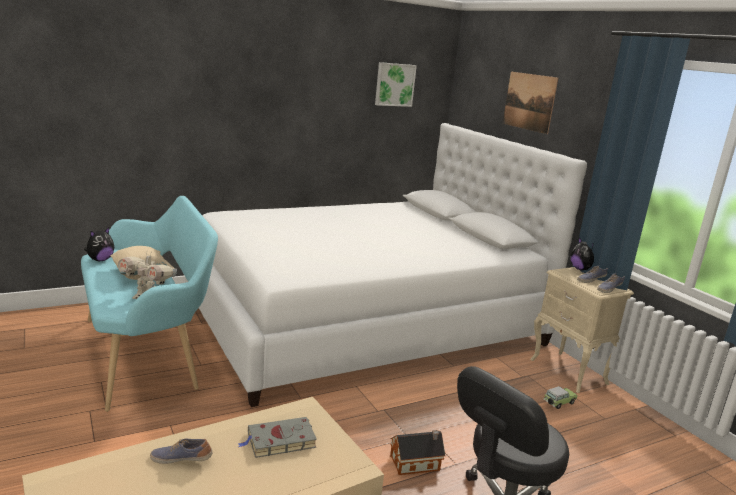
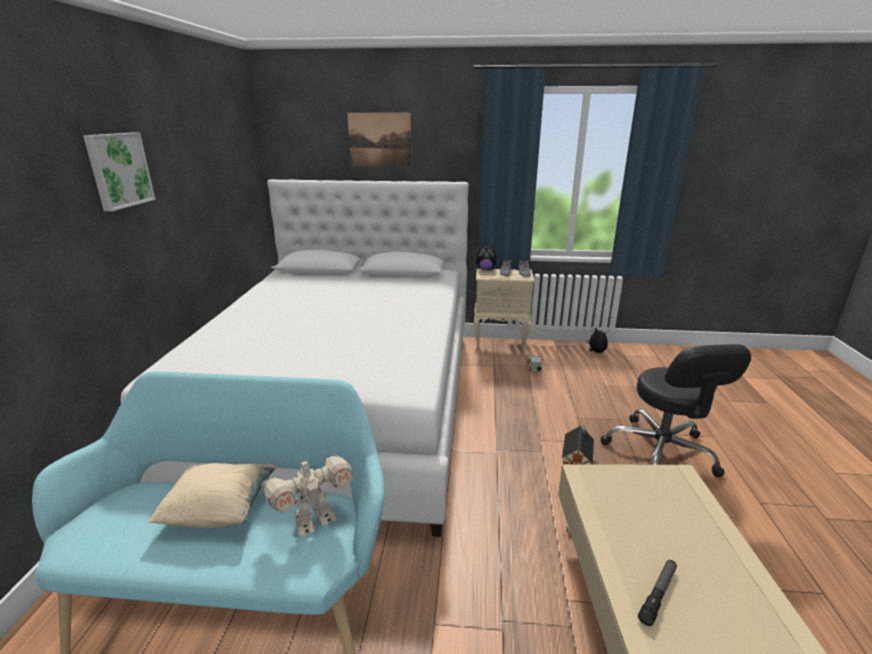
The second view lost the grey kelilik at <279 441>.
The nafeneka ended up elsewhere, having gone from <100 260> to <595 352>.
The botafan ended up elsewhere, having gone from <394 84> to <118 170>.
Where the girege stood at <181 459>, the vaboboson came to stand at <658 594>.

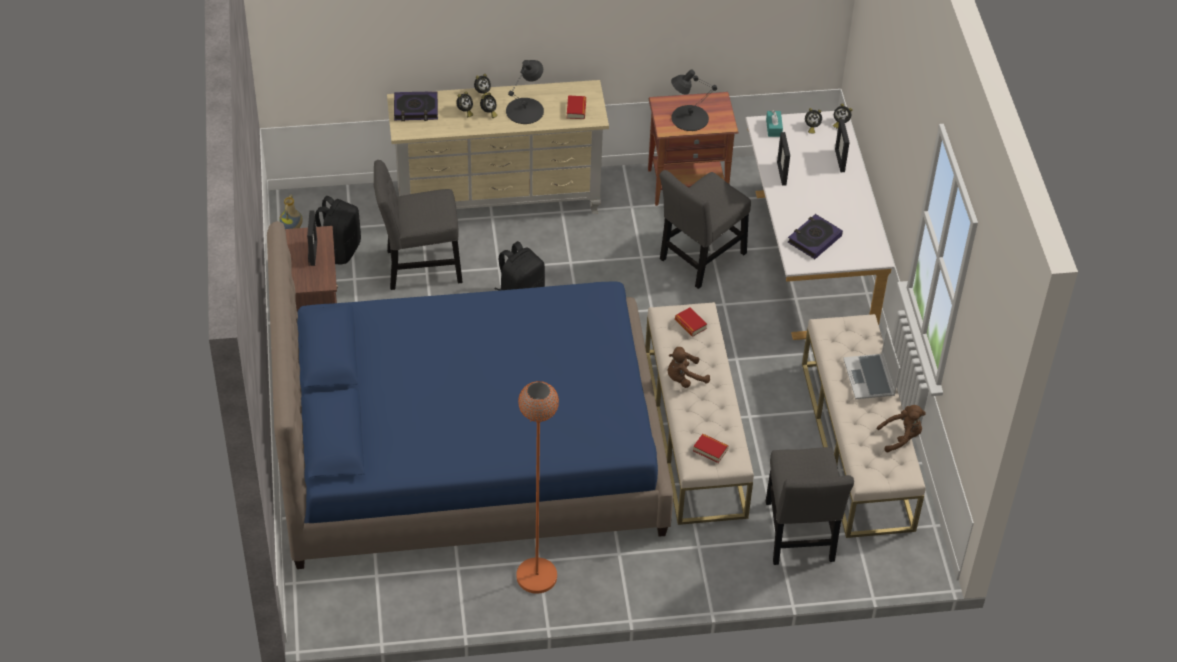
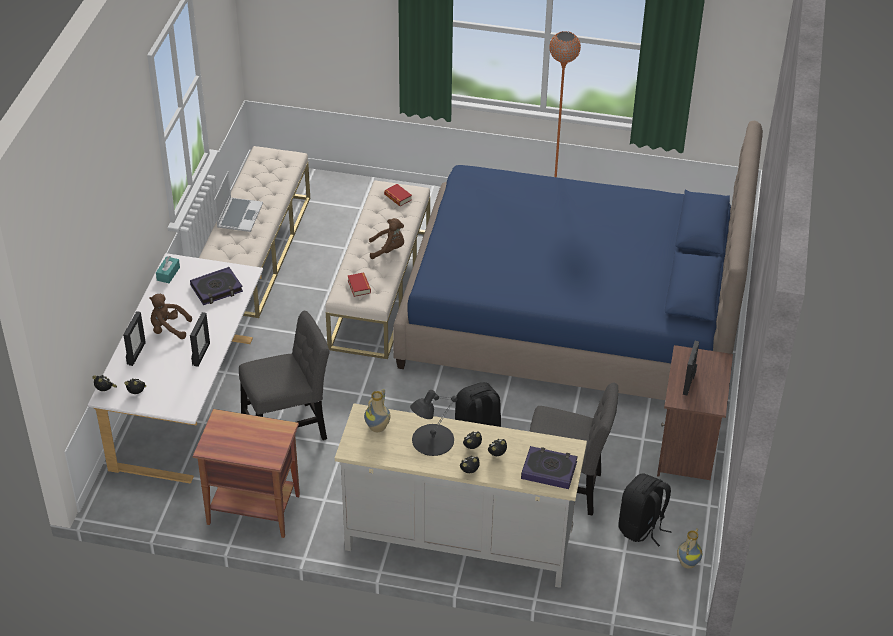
The second view lost the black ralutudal at <689 118>.
The second view lost the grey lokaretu at <799 535>.
The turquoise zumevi ended up elsewhere, having gone from <773 128> to <168 274>.
The brown nafeneka ended up elsewhere, having gone from <901 437> to <168 329>.
Where the kelilik stood at <576 110>, the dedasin came to stand at <378 428>.

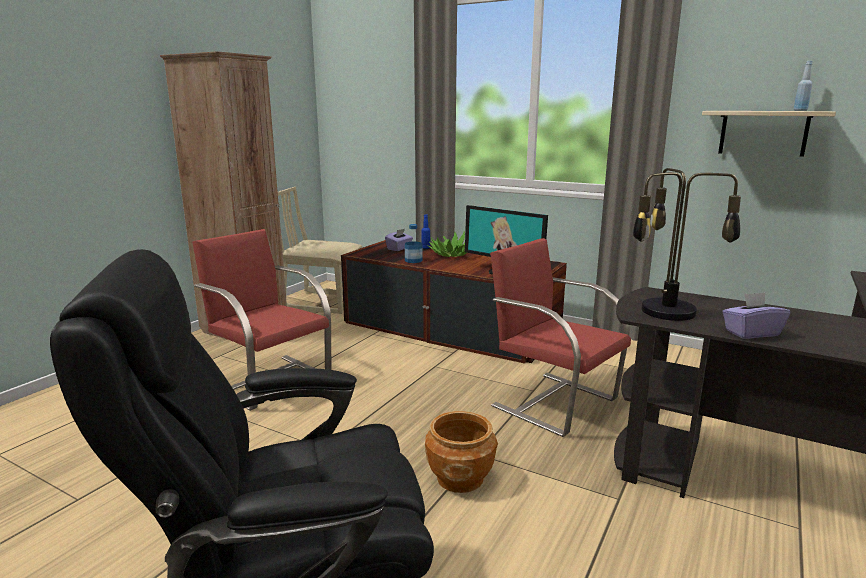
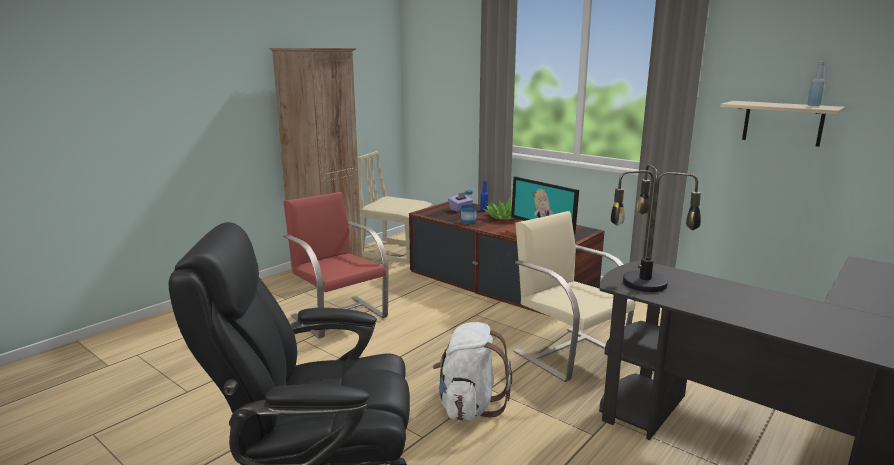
The second view lost the purple zumevi at <751 333>.
Where the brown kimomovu stood at <460 478>, the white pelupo came to stand at <469 405>.
What was the red lokaretu at <553 401> turned into the beige lokaretu at <568 352>.

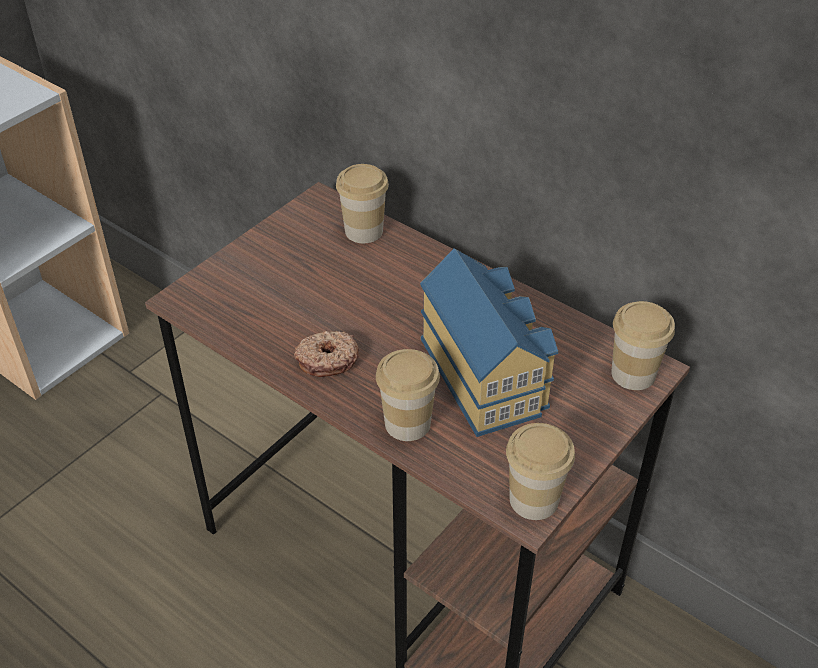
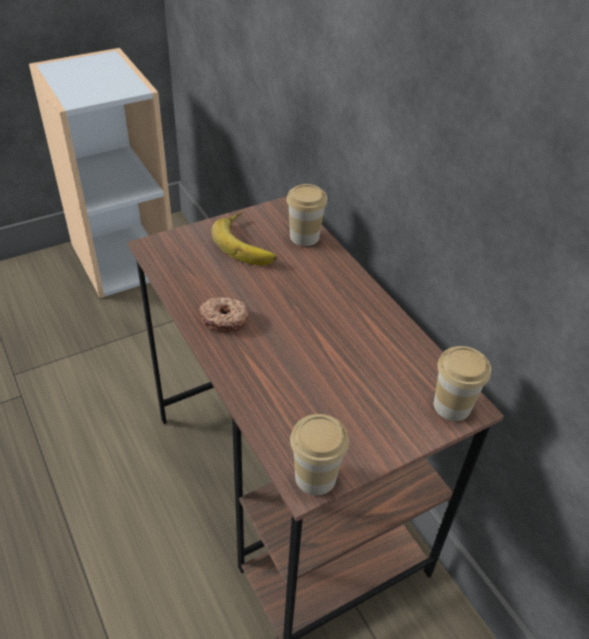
The second view lost the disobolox at <407 423>.
The second view lost the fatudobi at <486 373>.
The second view gained the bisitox at <248 243>.

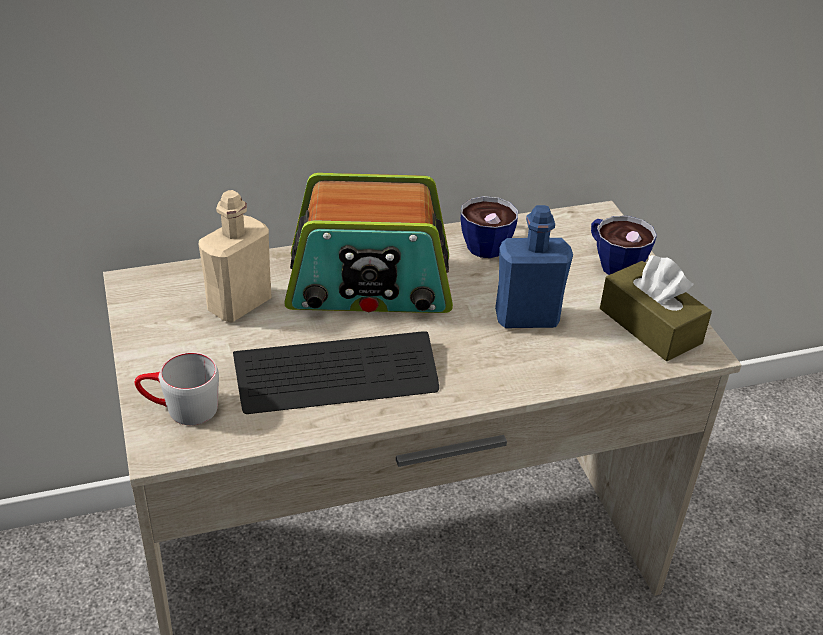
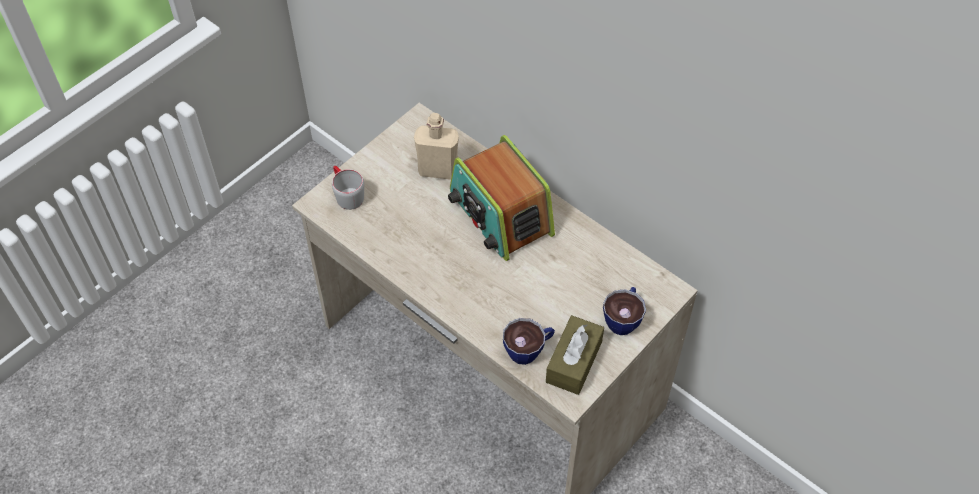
The second view lost the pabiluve at <337 376>.
The second view lost the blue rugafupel at <526 318>.
The disobolox ended up elsewhere, having gone from <486 242> to <529 350>.

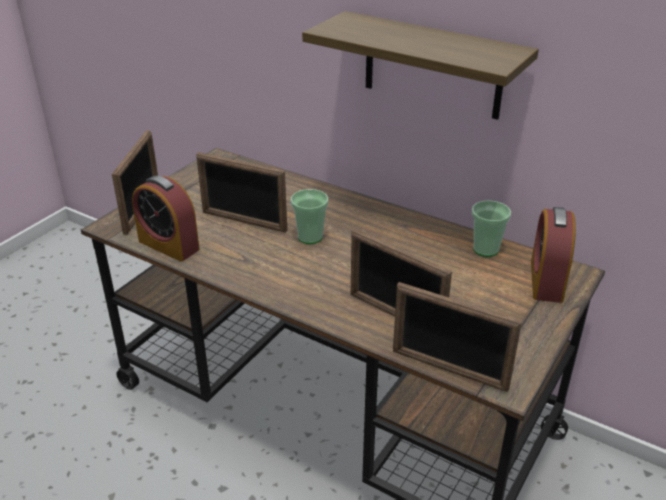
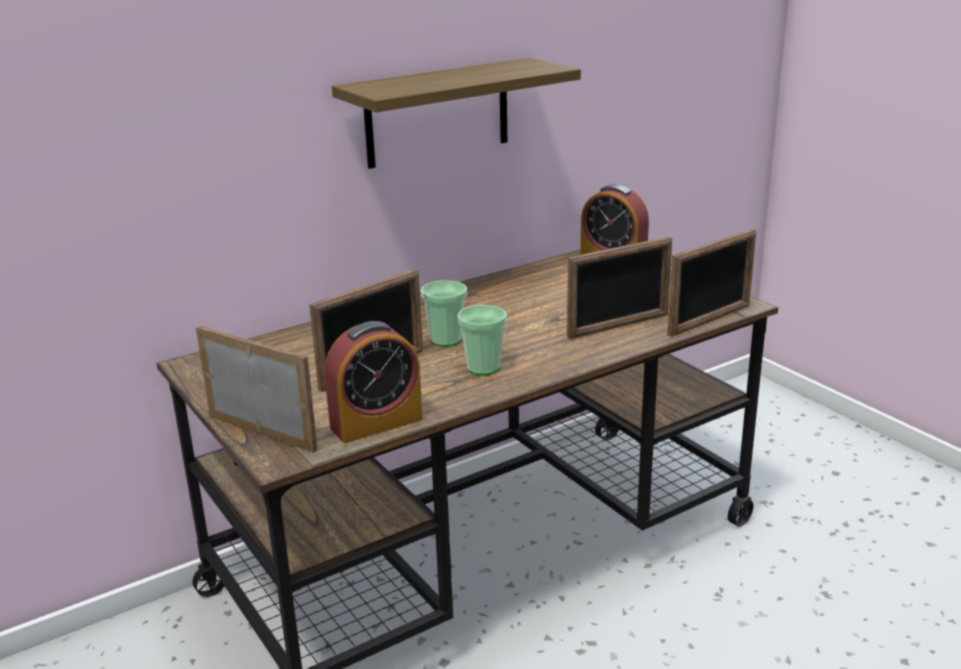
The disobolox ended up elsewhere, having gone from <485 249> to <483 368>.

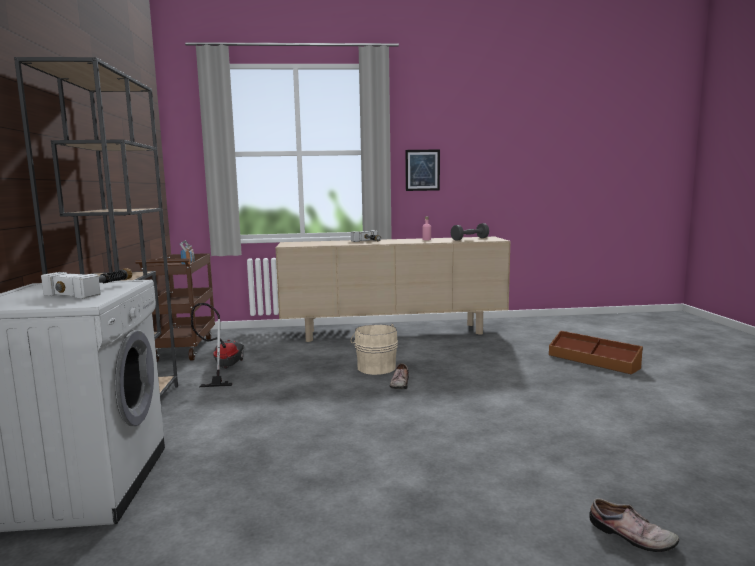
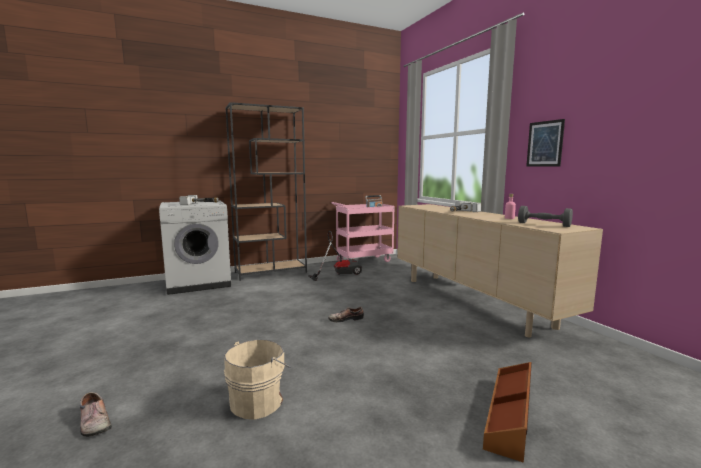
The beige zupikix ended up elsewhere, having gone from <375 367> to <259 401>.
What was the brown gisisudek at <184 350> turned into the pink gisisudek at <362 261>.
The girege at <631 536> ended up facing another way, 60 degrees counterclockwise from before.

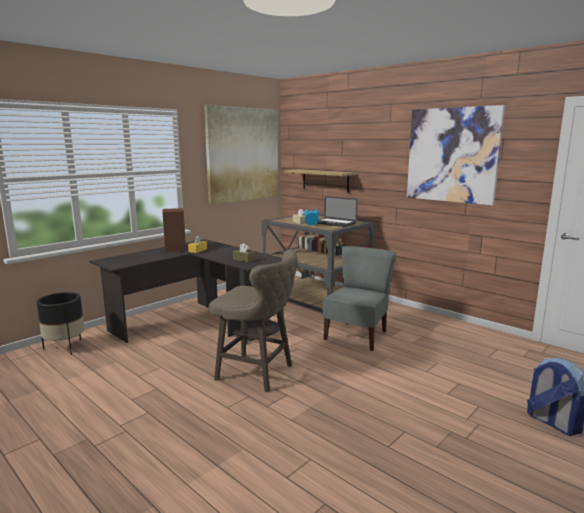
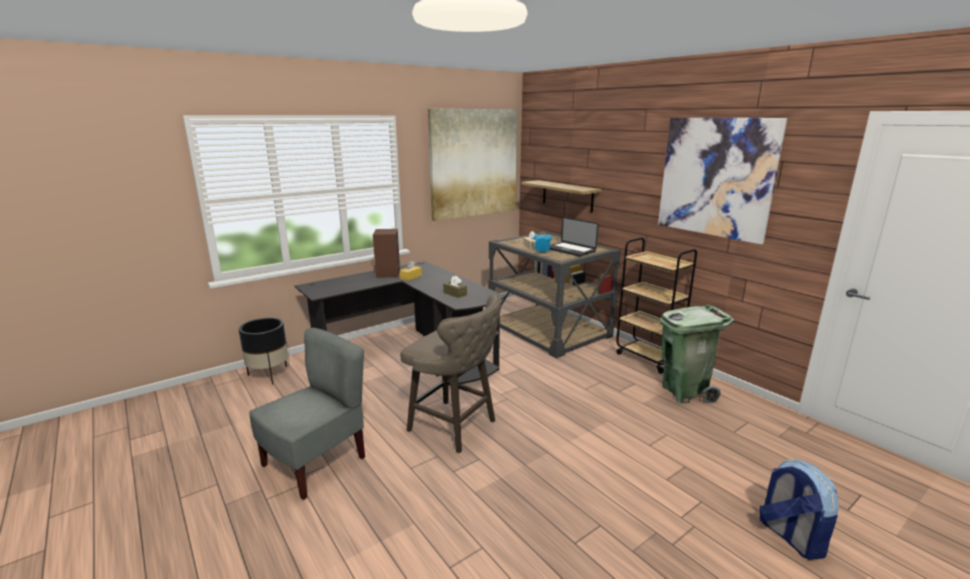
The second view gained the brown gisisudek at <648 359>.
The second view gained the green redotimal at <685 392>.
The grey lokaretu ended up elsewhere, having gone from <357 336> to <315 463>.

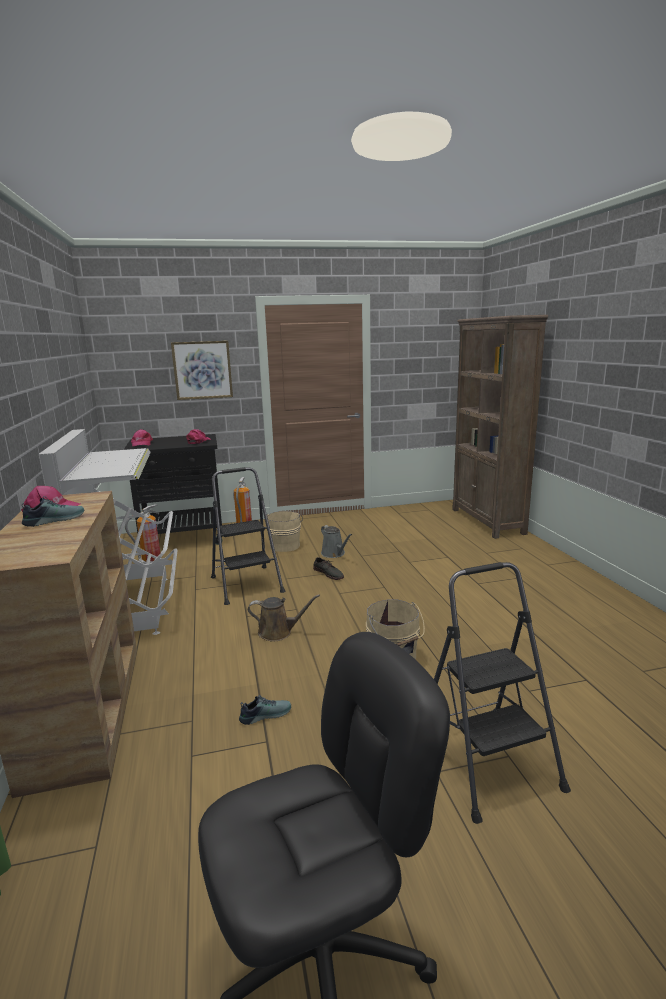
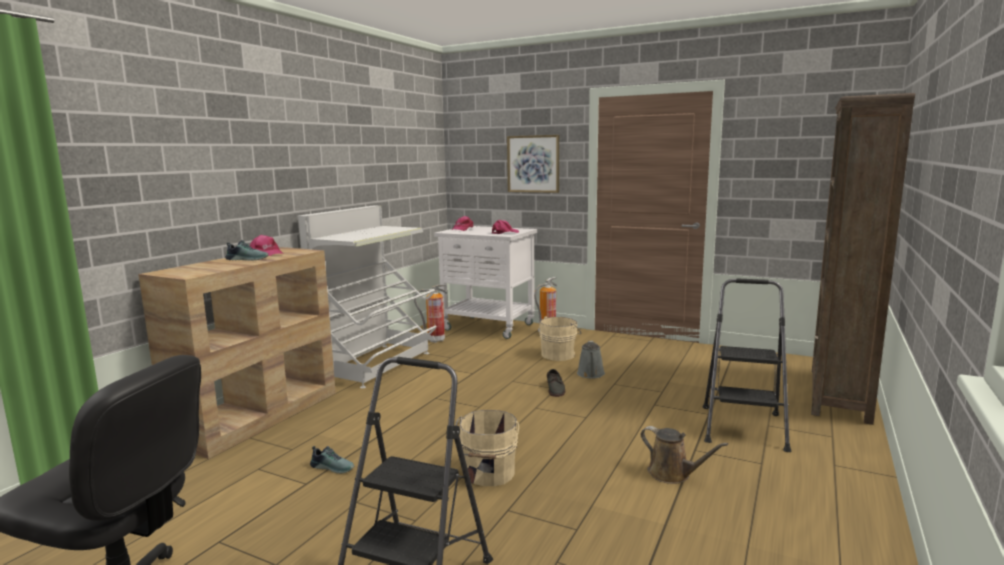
The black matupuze ended up elsewhere, having gone from <246 583> to <743 425>.
The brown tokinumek ended up elsewhere, having gone from <278 632> to <672 474>.
What was the black gisisudek at <184 539> turned into the white gisisudek at <489 327>.

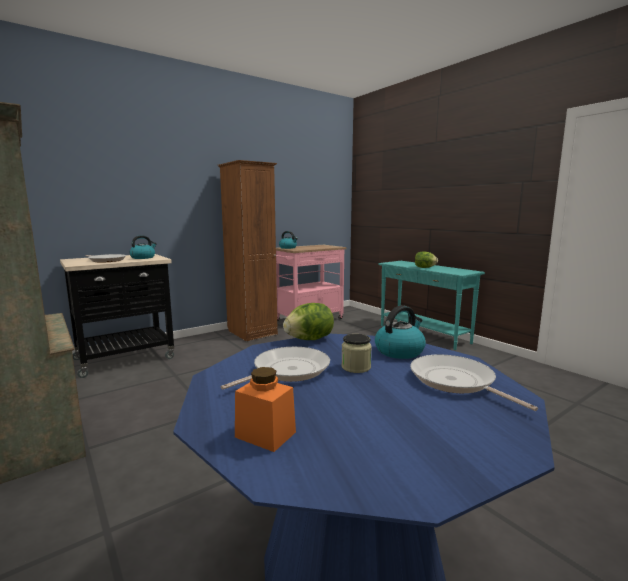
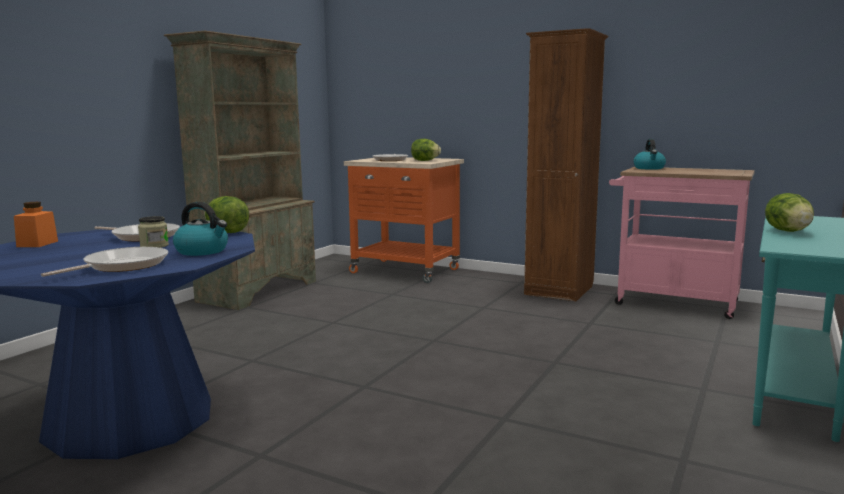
Where the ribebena stood at <143 257>, the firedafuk came to stand at <425 161>.
What was the black gisisudek at <125 358> turned into the orange gisisudek at <406 271>.

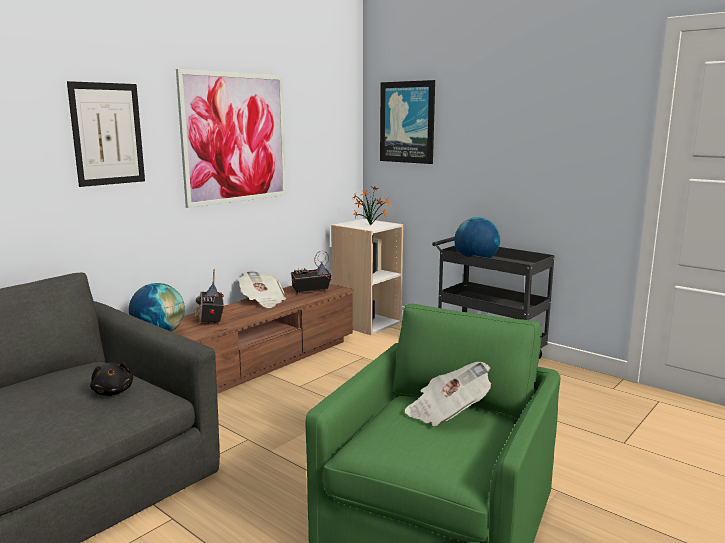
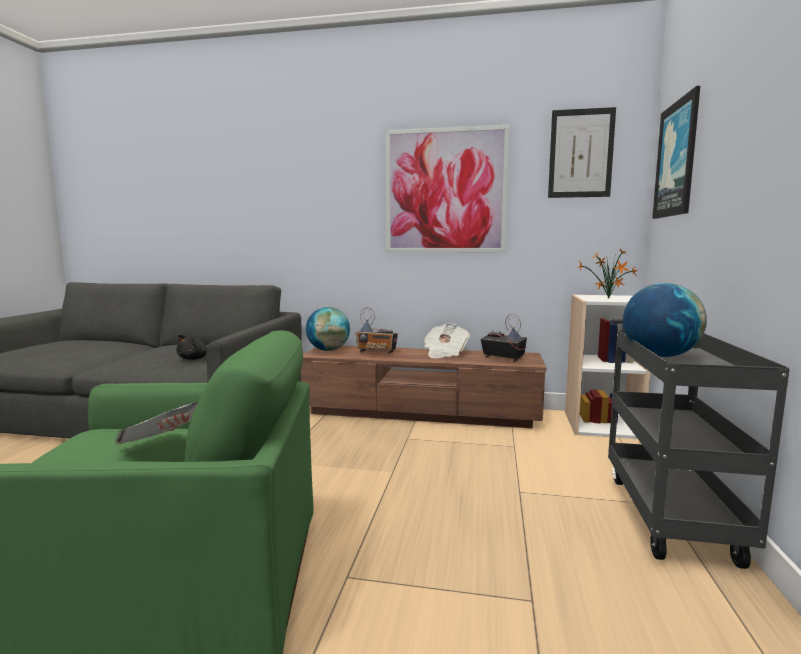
The botafan ended up elsewhere, having gone from <107 134> to <581 153>.
The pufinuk at <211 319> ended up facing another way, 120 degrees counterclockwise from before.

